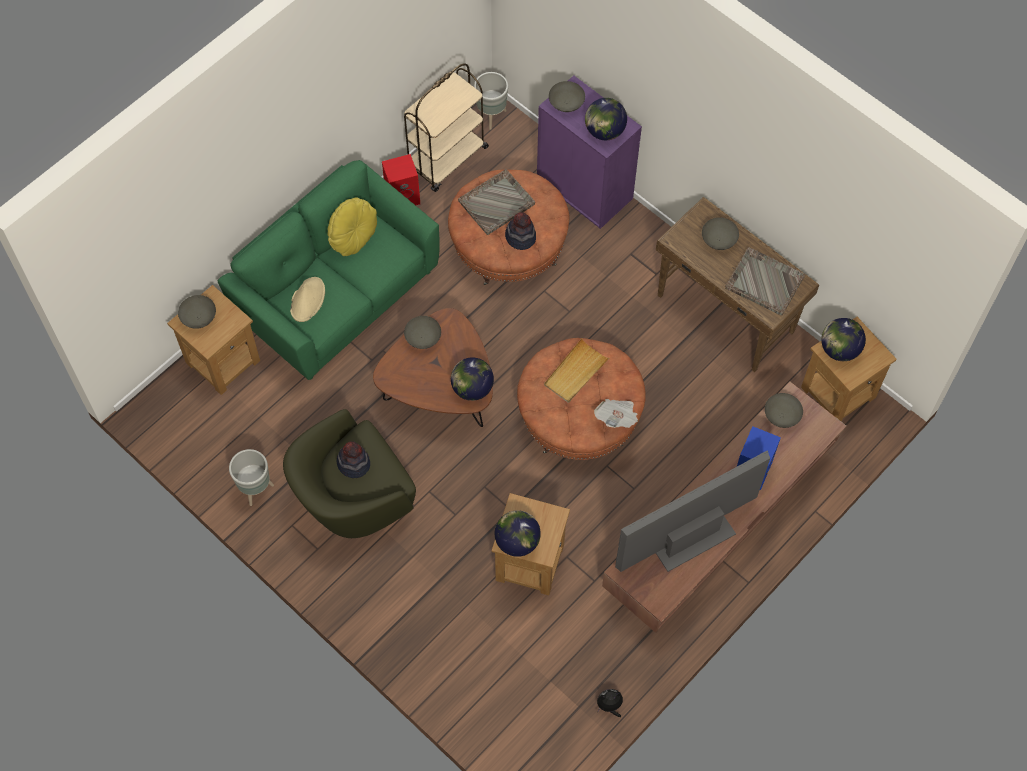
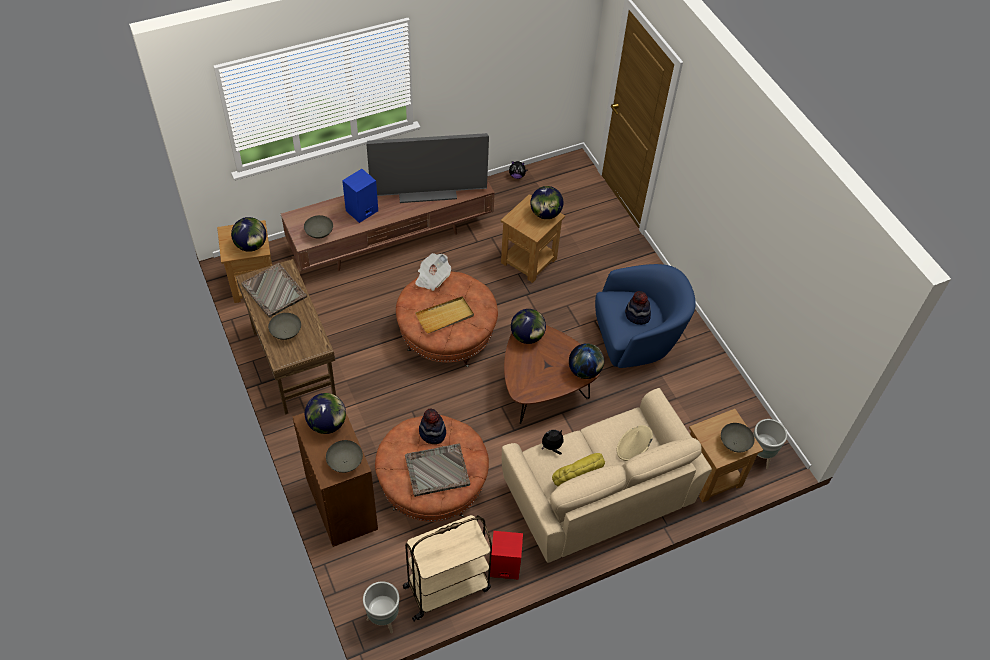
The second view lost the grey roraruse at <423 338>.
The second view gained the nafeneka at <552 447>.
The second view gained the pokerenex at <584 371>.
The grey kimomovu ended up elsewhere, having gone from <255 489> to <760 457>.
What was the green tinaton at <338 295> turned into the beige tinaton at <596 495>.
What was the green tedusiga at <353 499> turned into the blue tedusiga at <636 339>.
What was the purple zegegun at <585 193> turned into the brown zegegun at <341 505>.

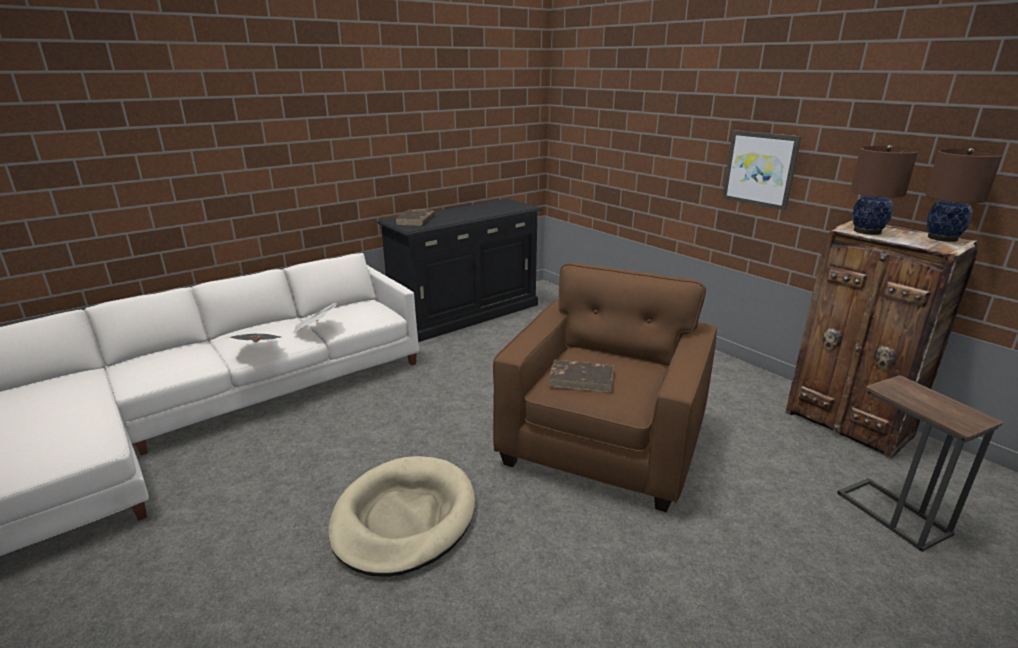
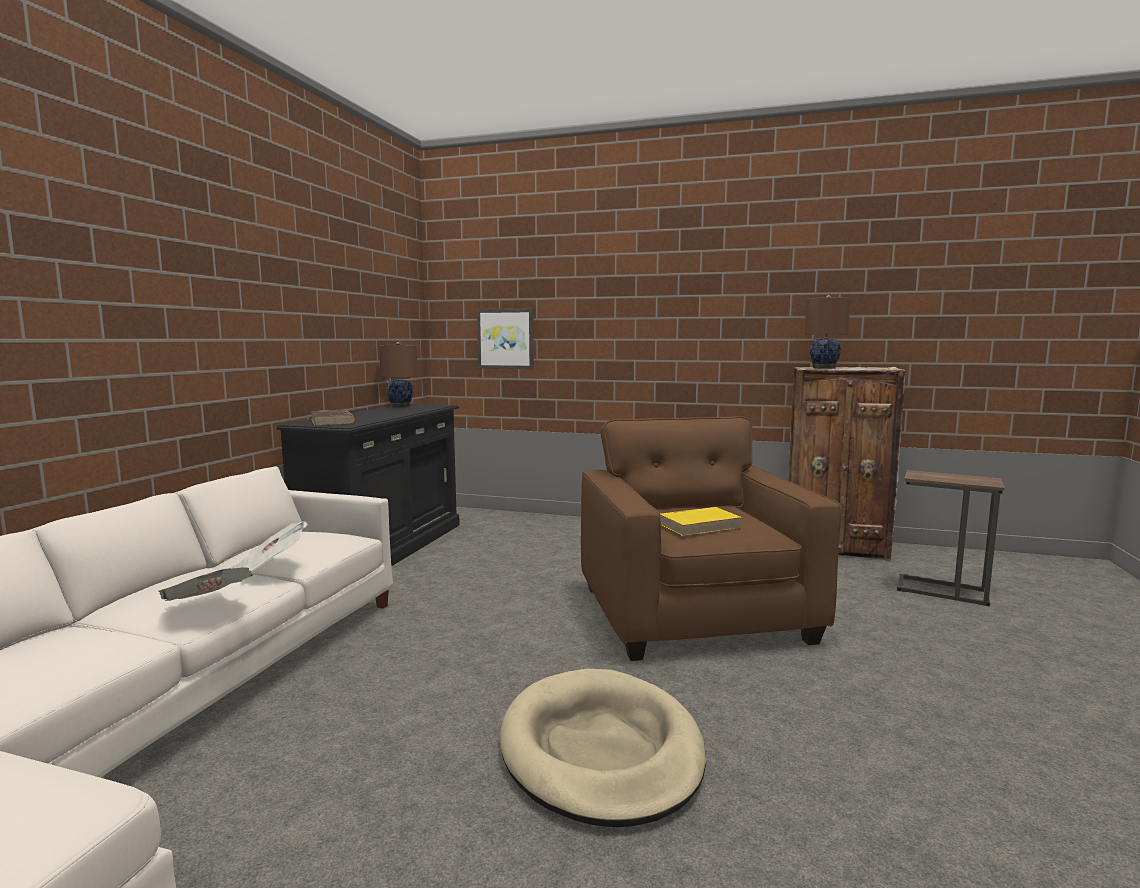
The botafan ended up elsewhere, having gone from <760 169> to <505 338>.
The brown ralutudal ended up elsewhere, having gone from <942 238> to <400 406>.
What was the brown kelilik at <582 379> turned into the yellow kelilik at <699 525>.

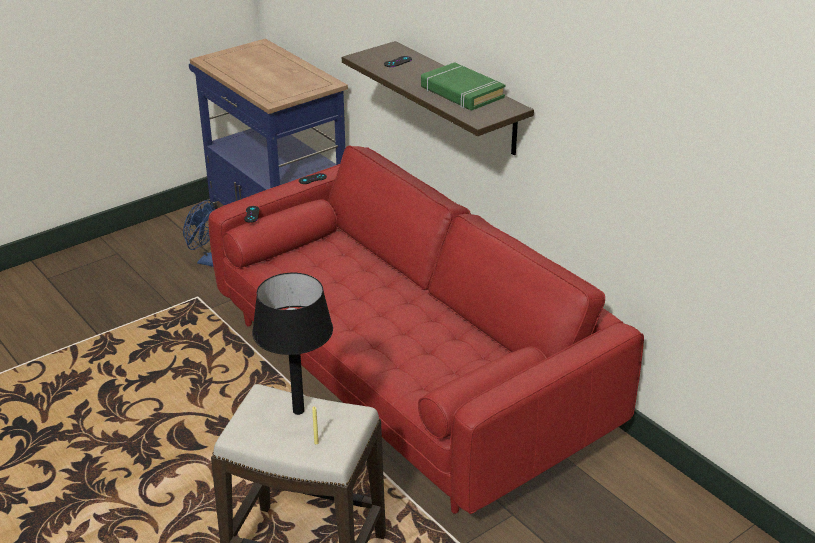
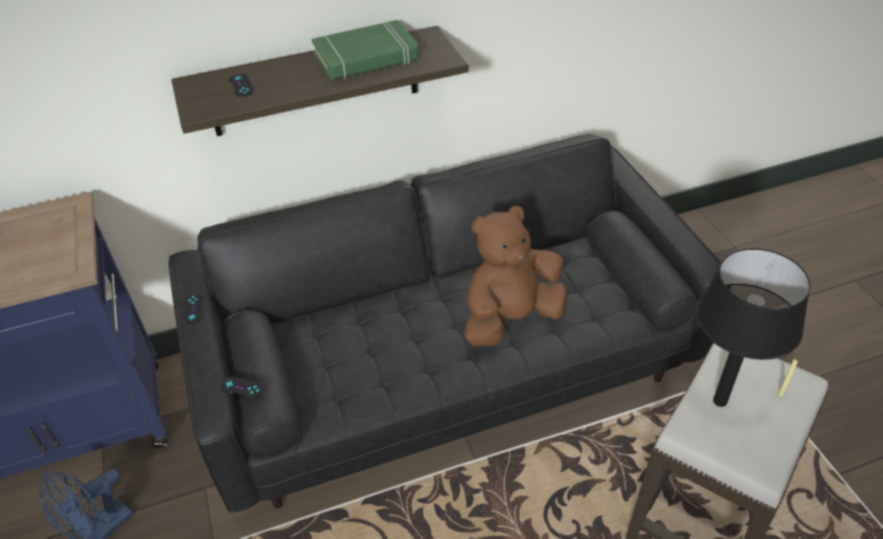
The second view gained the brown nafeneka at <511 319>.
What was the red tinaton at <407 376> turned into the black tinaton at <446 369>.

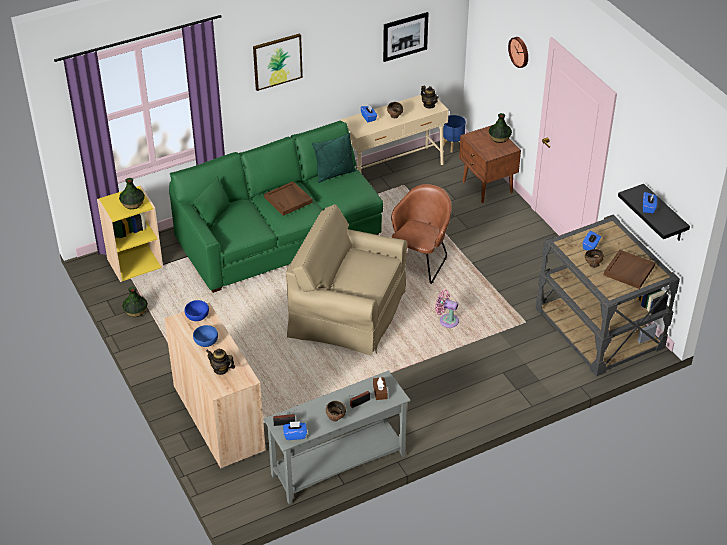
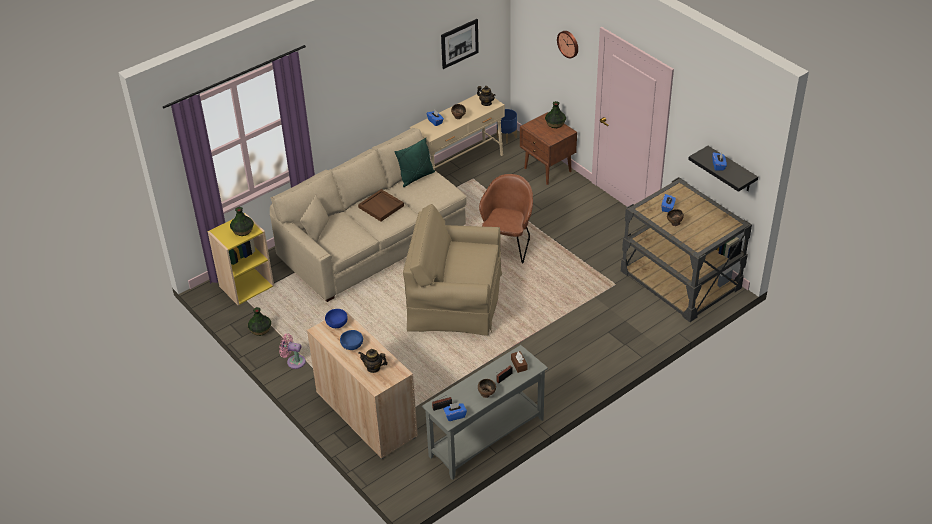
The second view lost the botafan at <277 61>.
The second view lost the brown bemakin at <629 271>.
The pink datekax ended up elsewhere, having gone from <447 320> to <294 361>.
What was the green tinaton at <279 237> turned into the beige tinaton at <373 242>.

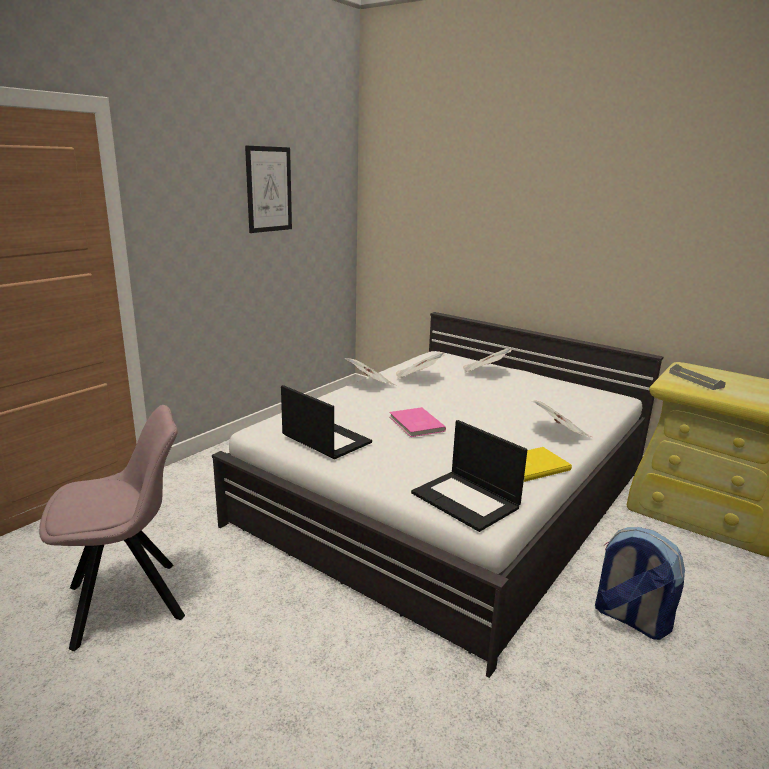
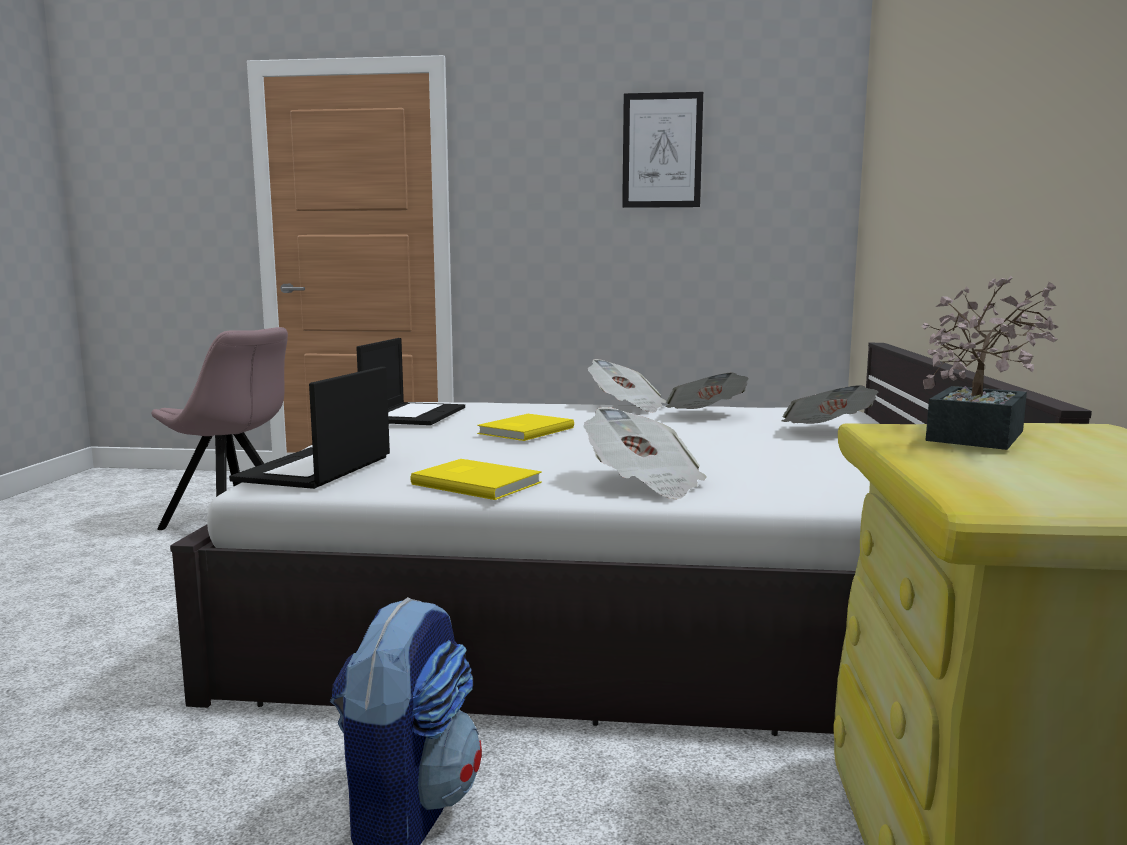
Where the grey bemakin stood at <695 380>, the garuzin came to stand at <980 433>.
What was the pink kelilik at <415 424> turned into the yellow kelilik at <523 430>.

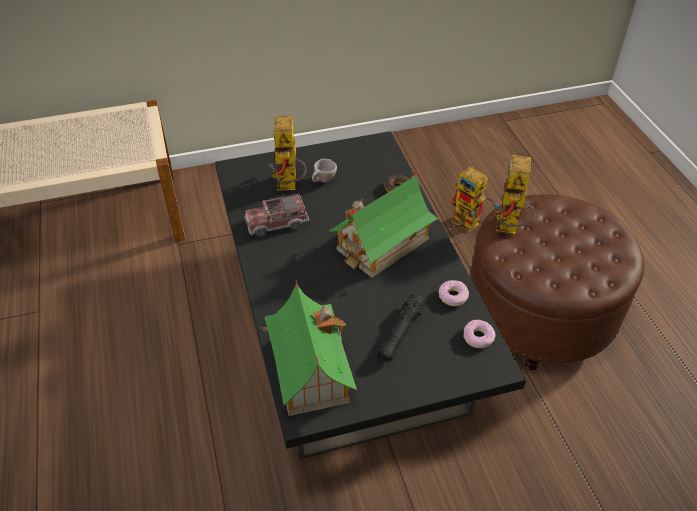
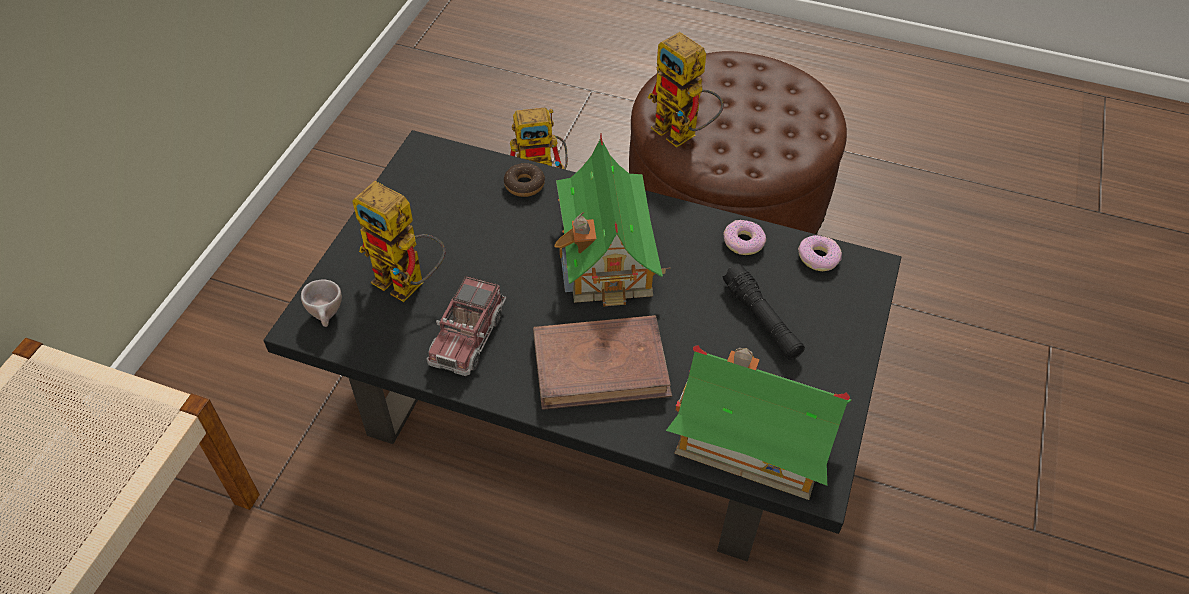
The second view gained the brown kelilik at <601 366>.
The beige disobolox ended up elsewhere, having gone from <323 181> to <327 317>.

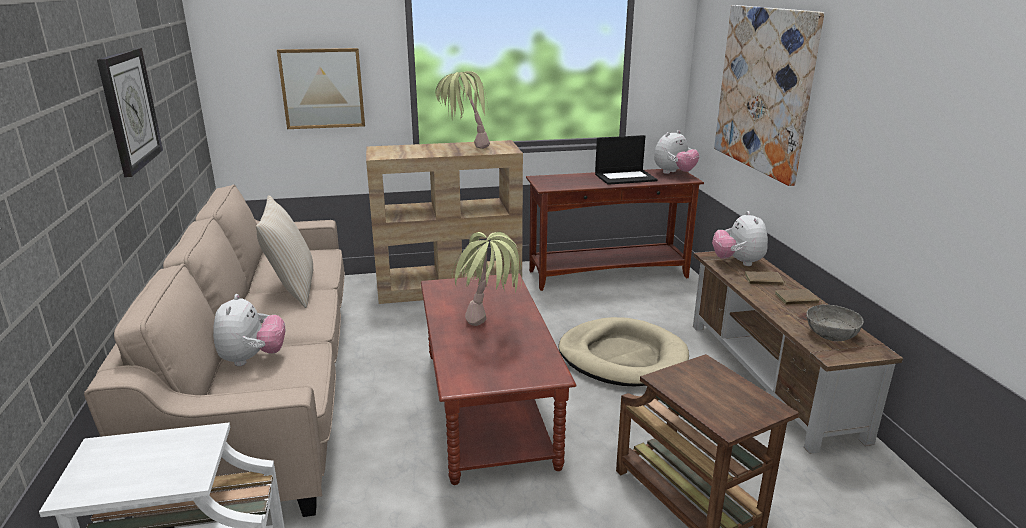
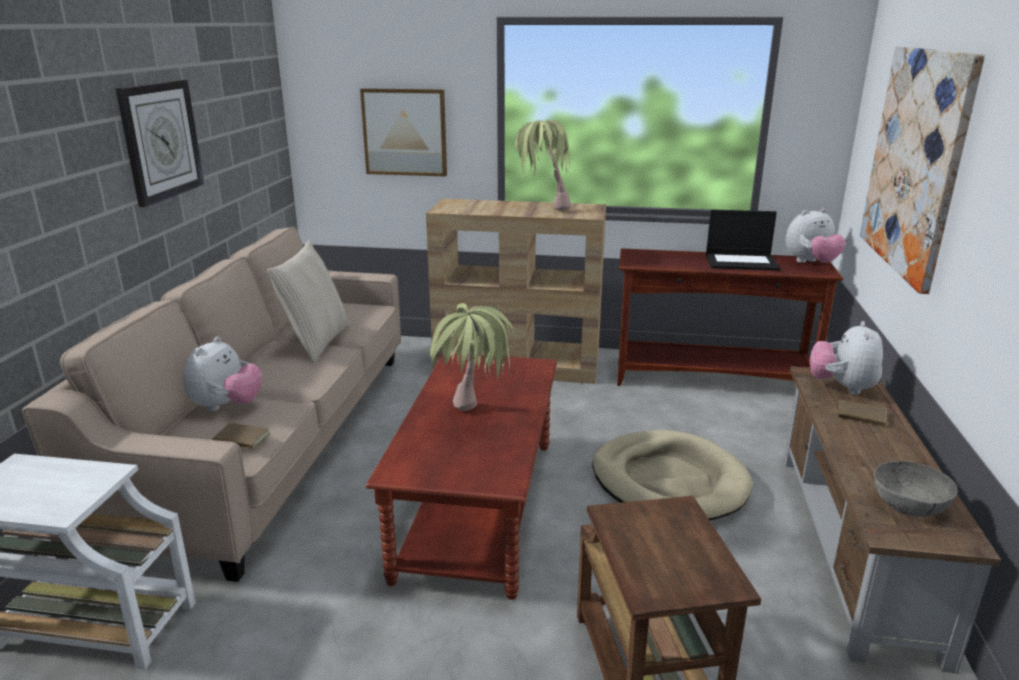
The brown kelilik ended up elsewhere, having gone from <796 300> to <240 439>.

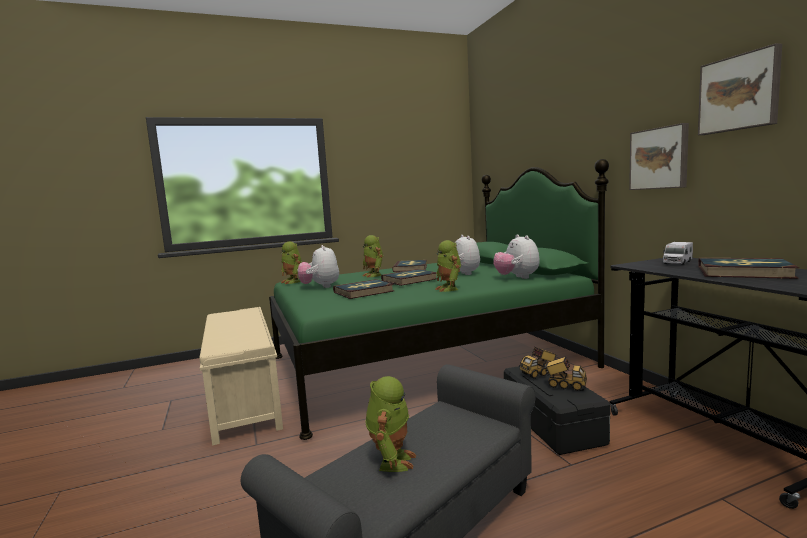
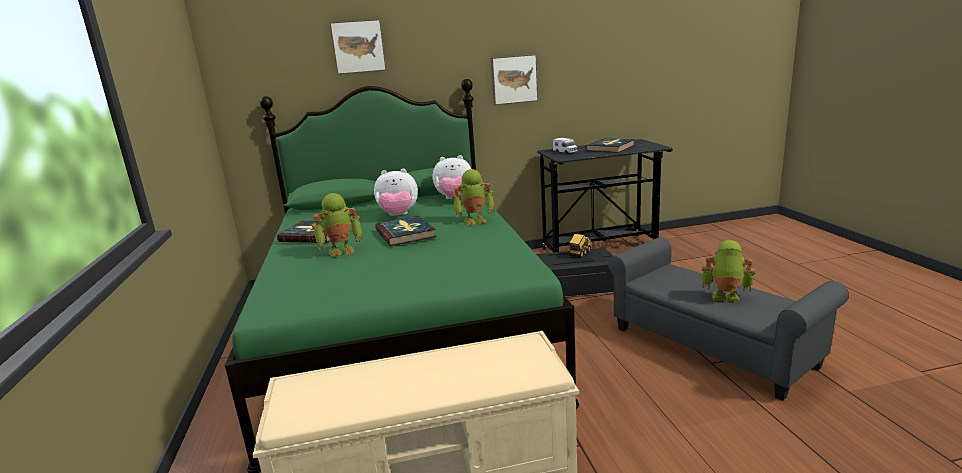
The second view lost the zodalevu at <293 281>.
The second view lost the nafeneka at <320 287>.
The second view lost the kelilik at <364 292>.
The second view lost the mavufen at <539 373>.
The botafan ended up elsewhere, having gone from <739 93> to <358 47>.

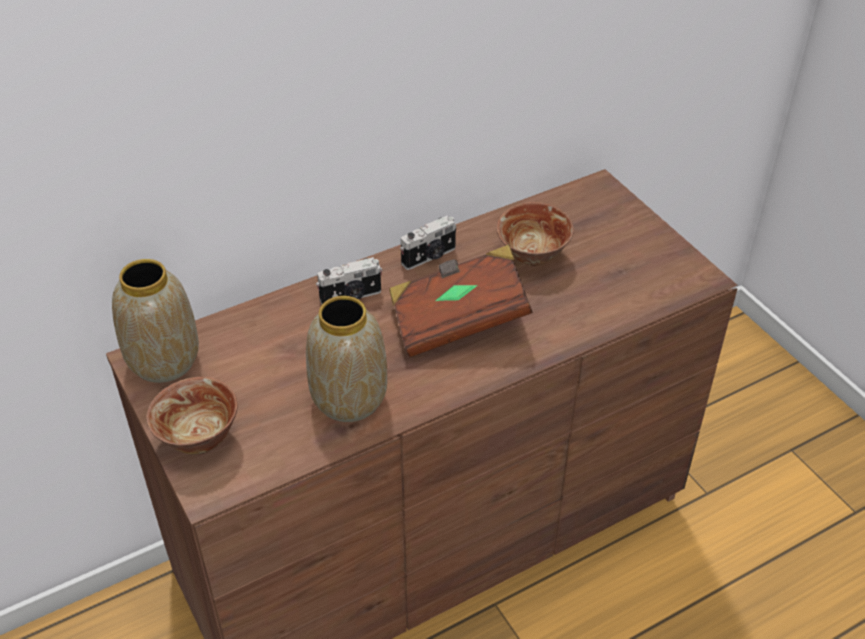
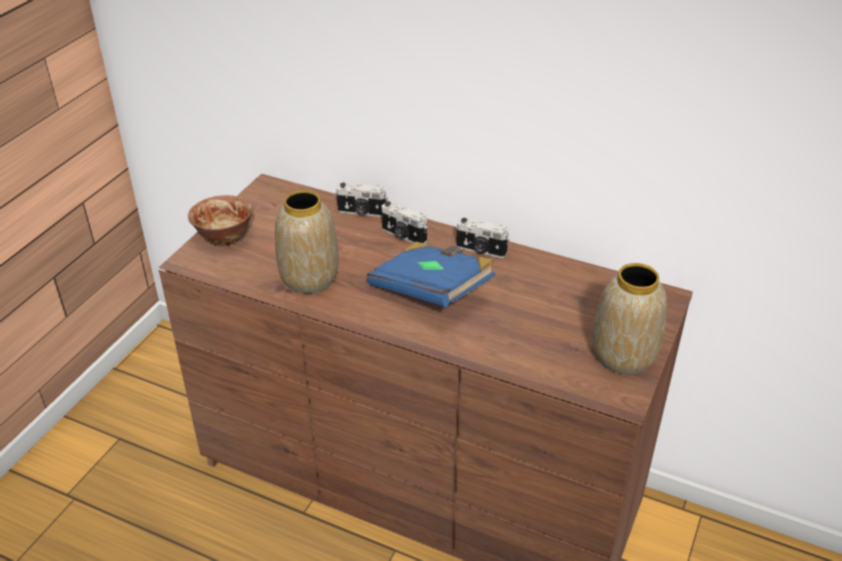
The second view lost the roraruse at <533 256>.
The second view gained the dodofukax at <361 212>.
The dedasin ended up elsewhere, having gone from <164 360> to <624 356>.
What was the brown kelilik at <458 320> turned into the blue kelilik at <431 291>.

